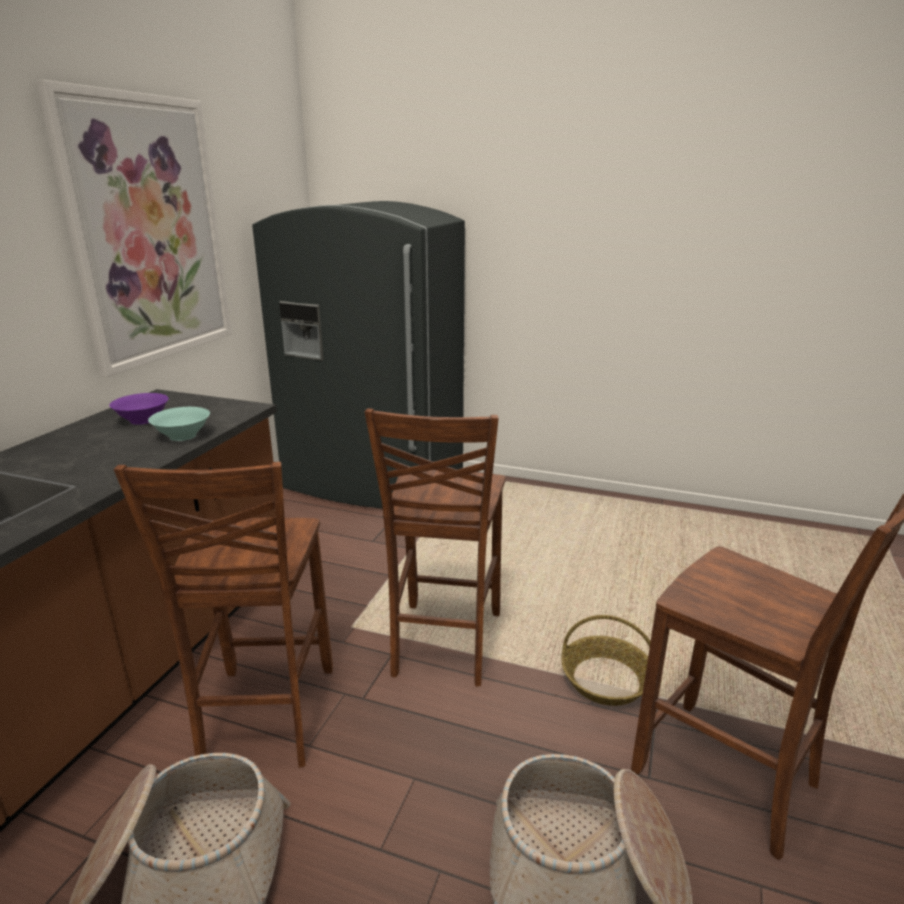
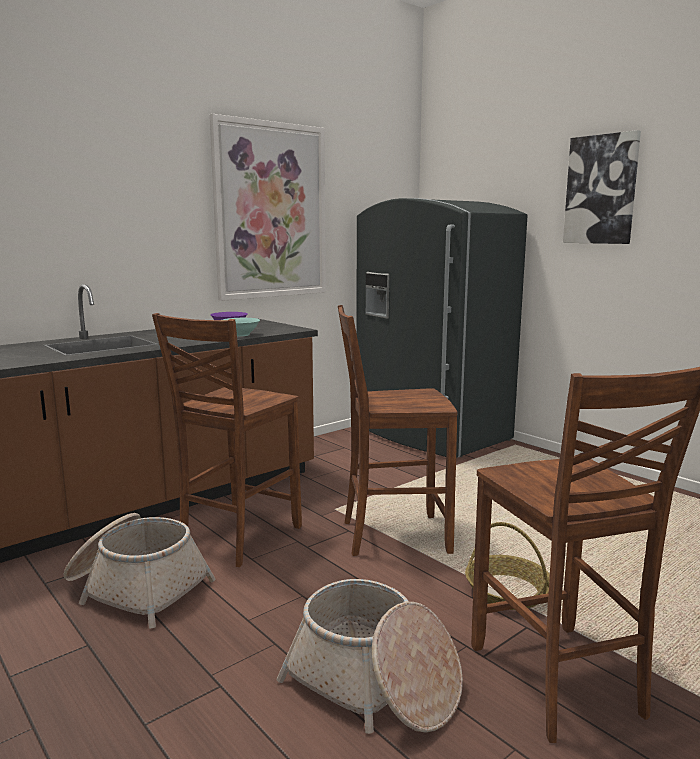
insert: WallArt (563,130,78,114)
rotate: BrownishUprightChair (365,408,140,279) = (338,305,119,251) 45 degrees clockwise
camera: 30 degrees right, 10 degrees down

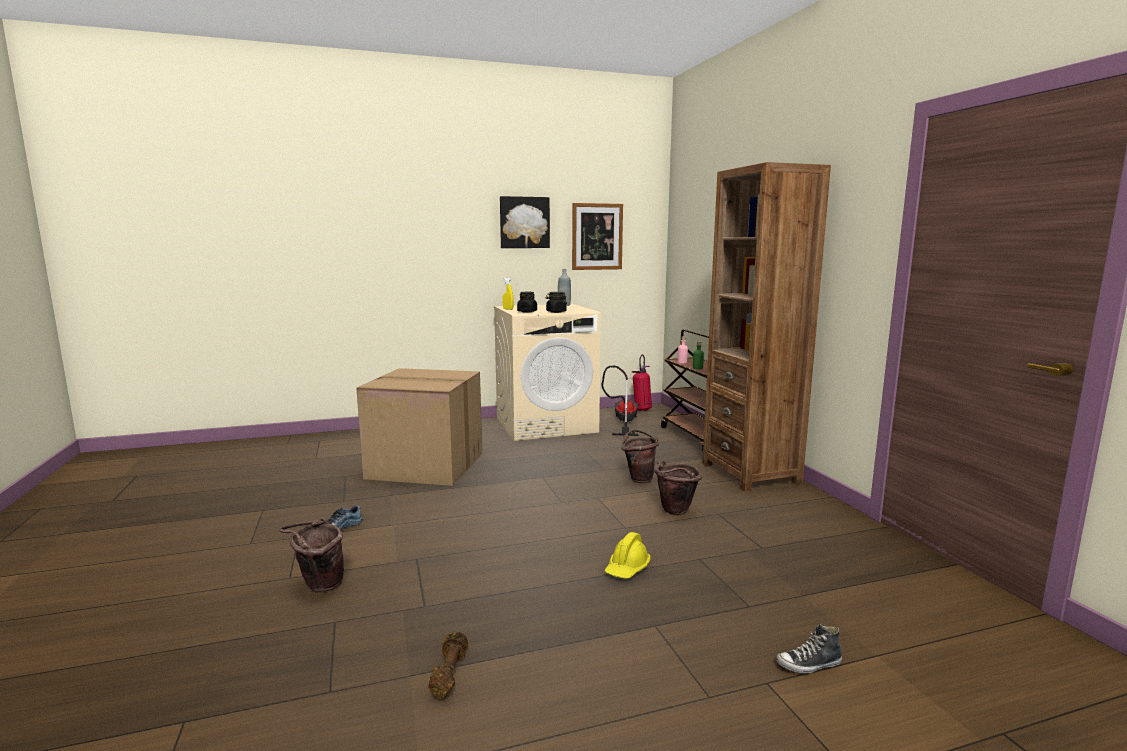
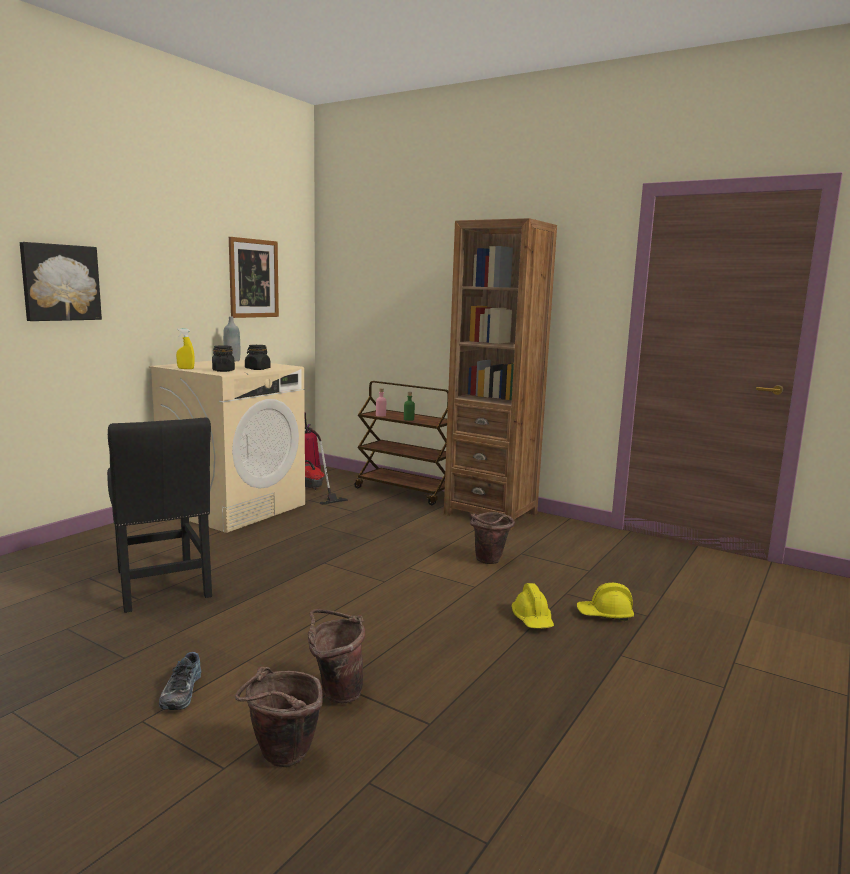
delete: BrownishDumbbell (428,632,41,68); ItemOfFootwear (776,623,66,51)
insert: YellowColouredHardHat (577,583,57,38)
move: WallArt (500,196,50,52) to (20,242,82,79); BrownishPail (622,430,37,53) to (308,609,57,95)
replace: CardboardBox (356,368,126,118) to BlackUprightChair (107,418,105,195)
camera: 40 degrees left, 0 degrees up

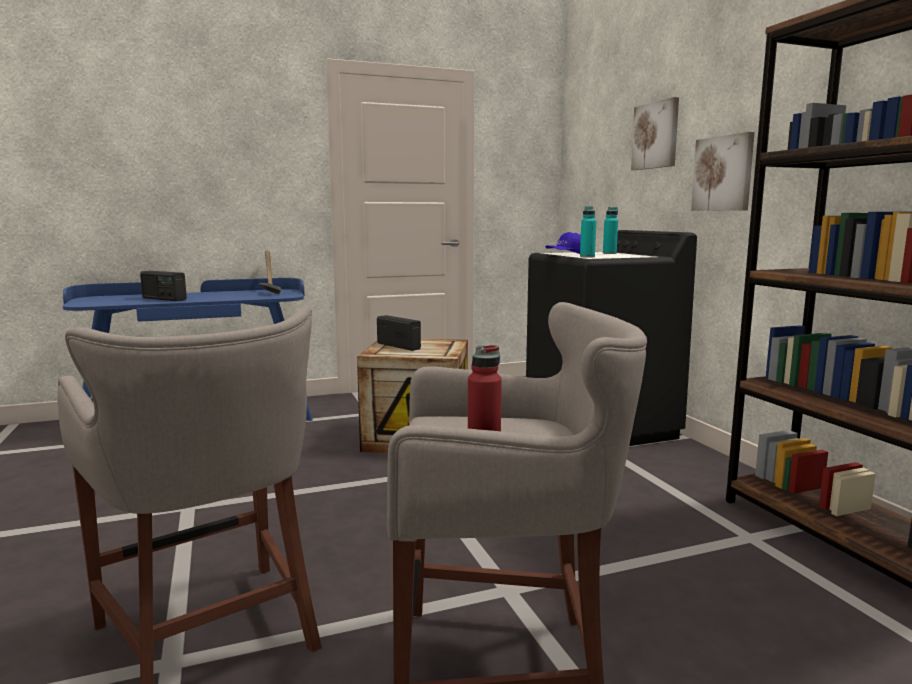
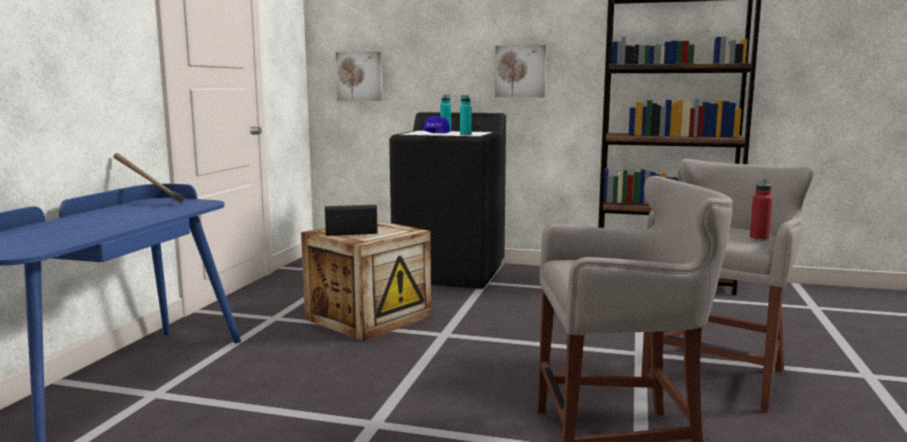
delete: RadioReceiver (140,271,47,30)
move: WallArt (631,97,48,73) to (336,52,47,49)
camera: 55 degrees left, 0 degrees up

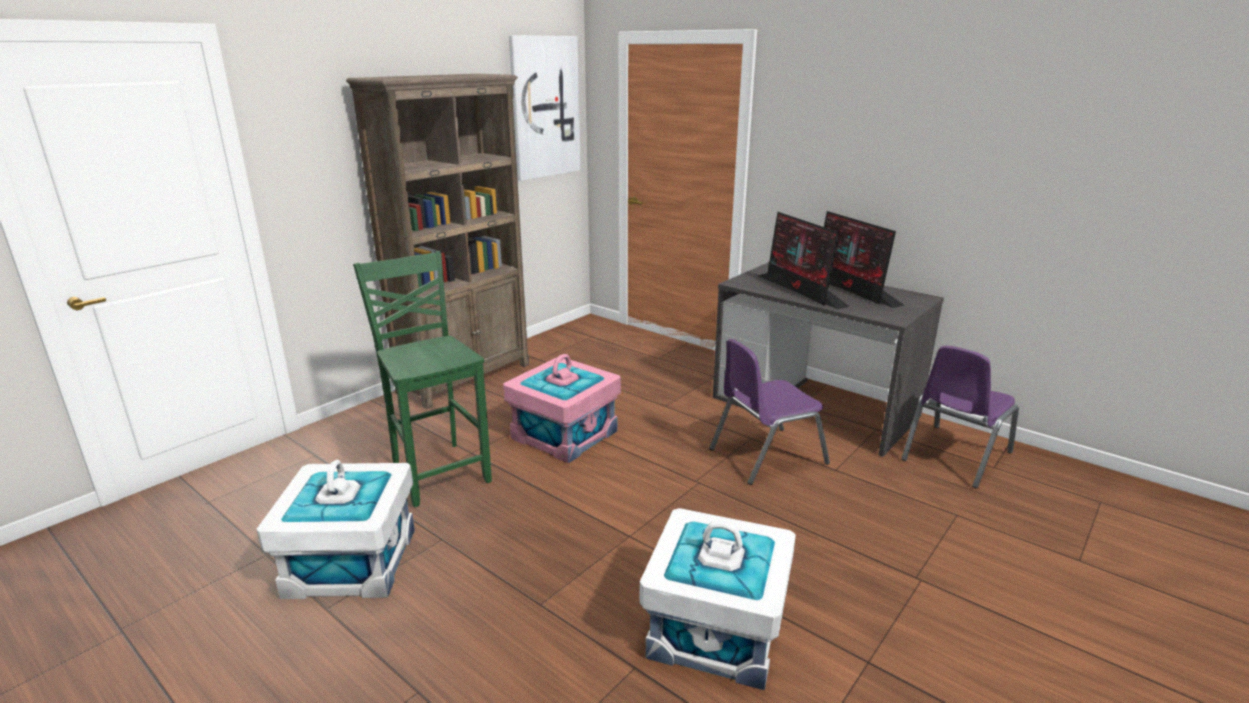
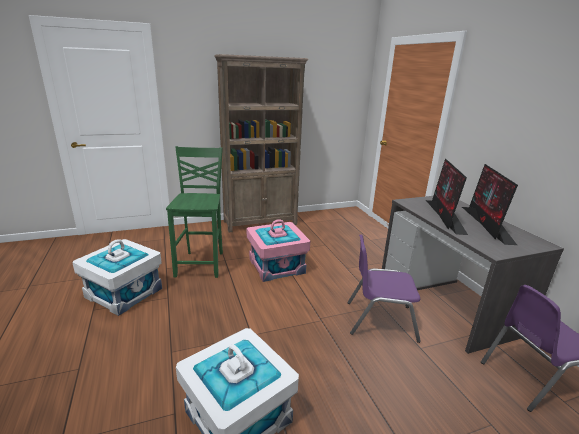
delete: WallArt (509,35,72,146)
camera: 30 degrees right, 0 degrees up

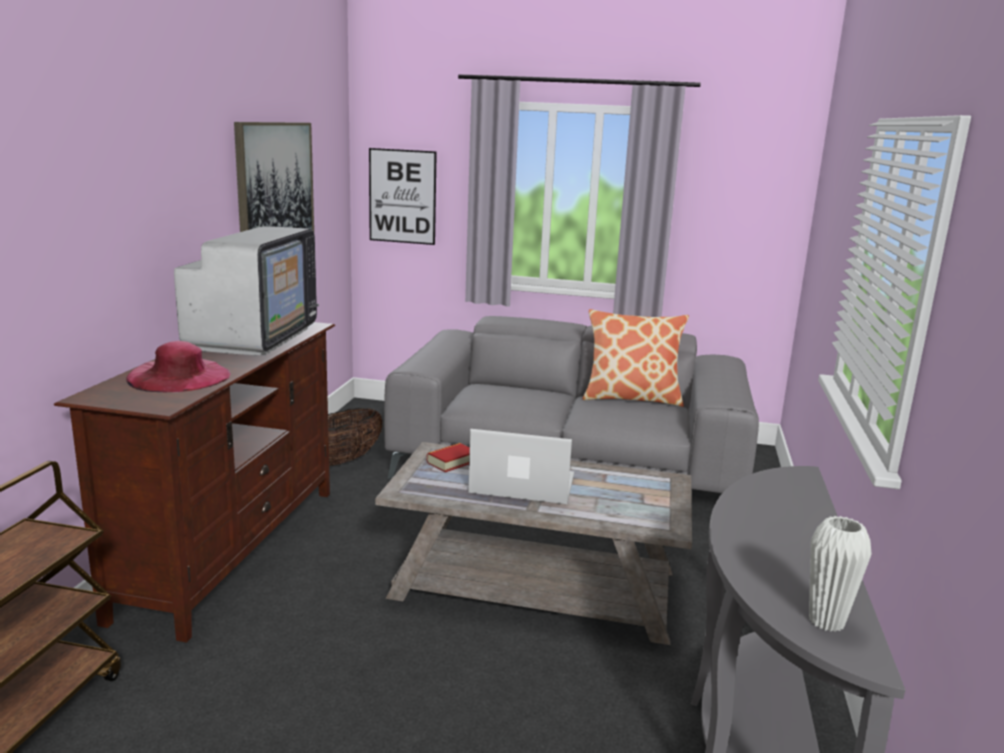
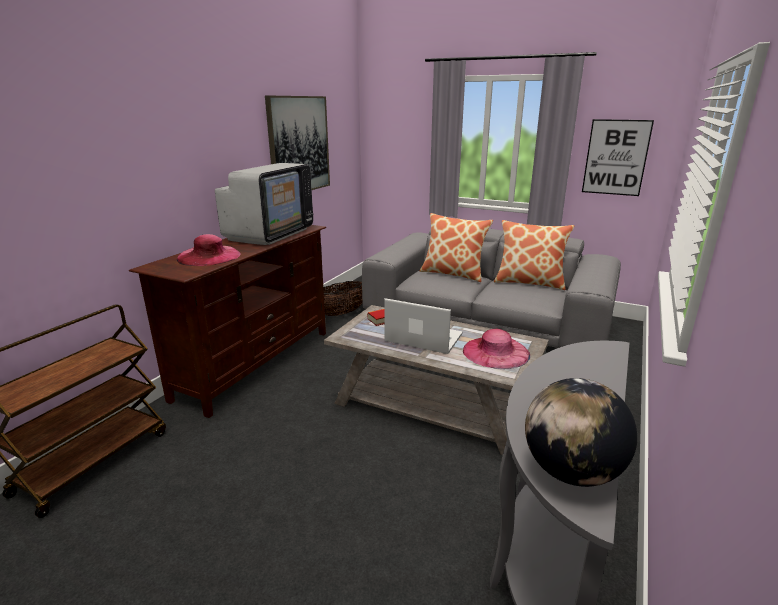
insert: Cushion (420,213,73,69); PinkWearableHat (463,329,67,40)
move: WallArt (369,148,68,97) to (582,119,72,77)
replace: WhiteColouredFlowerVase (809,516,63,116) to WorldGlobe (525,378,112,109)
camera: 15 degrees right, 5 degrees up

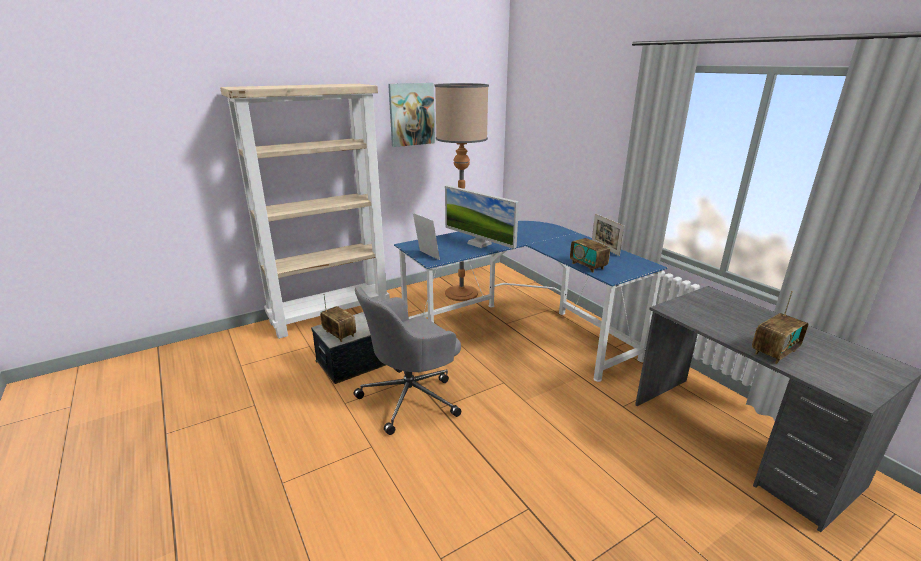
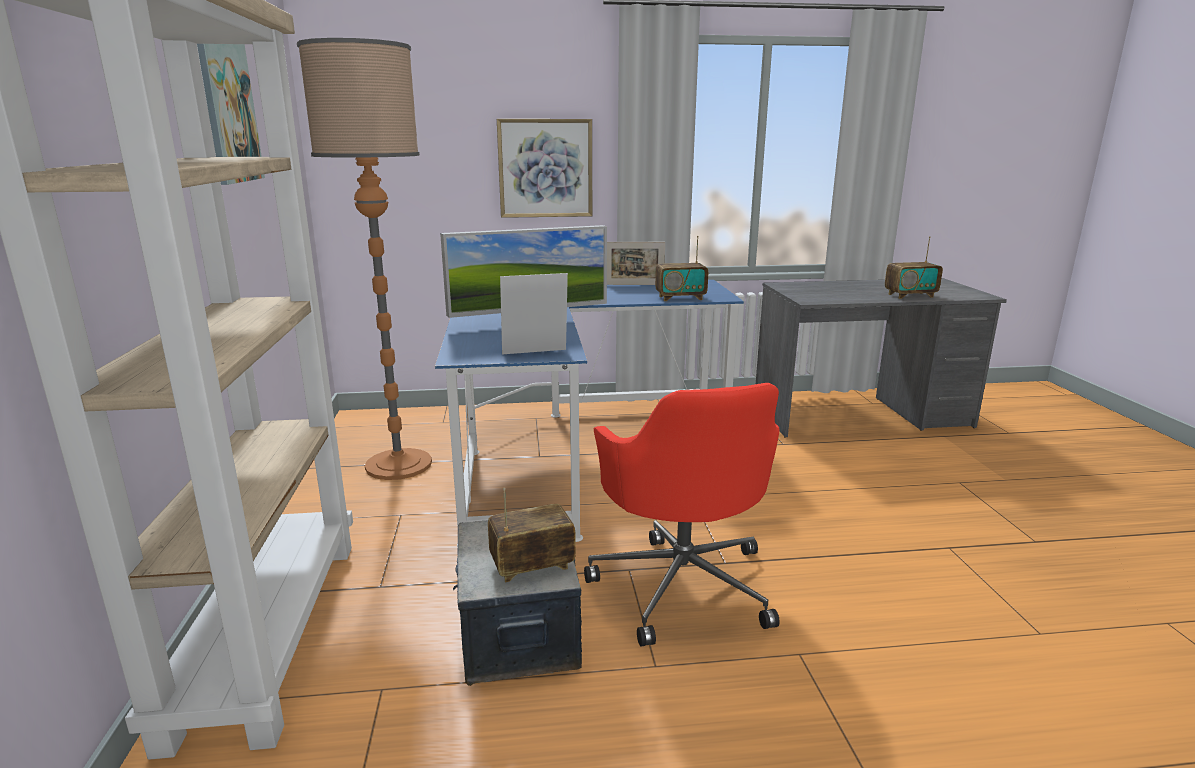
insert: WallArt (497,119,95,99)
recolor: GrayComputerChair (354,286,107,149) to RedComputerChair (584,383,196,264)
rotate: RadioReceiver (752,291,57,73) = (885,236,58,63) 90 degrees clockwise
camera: 65 degrees left, 5 degrees down

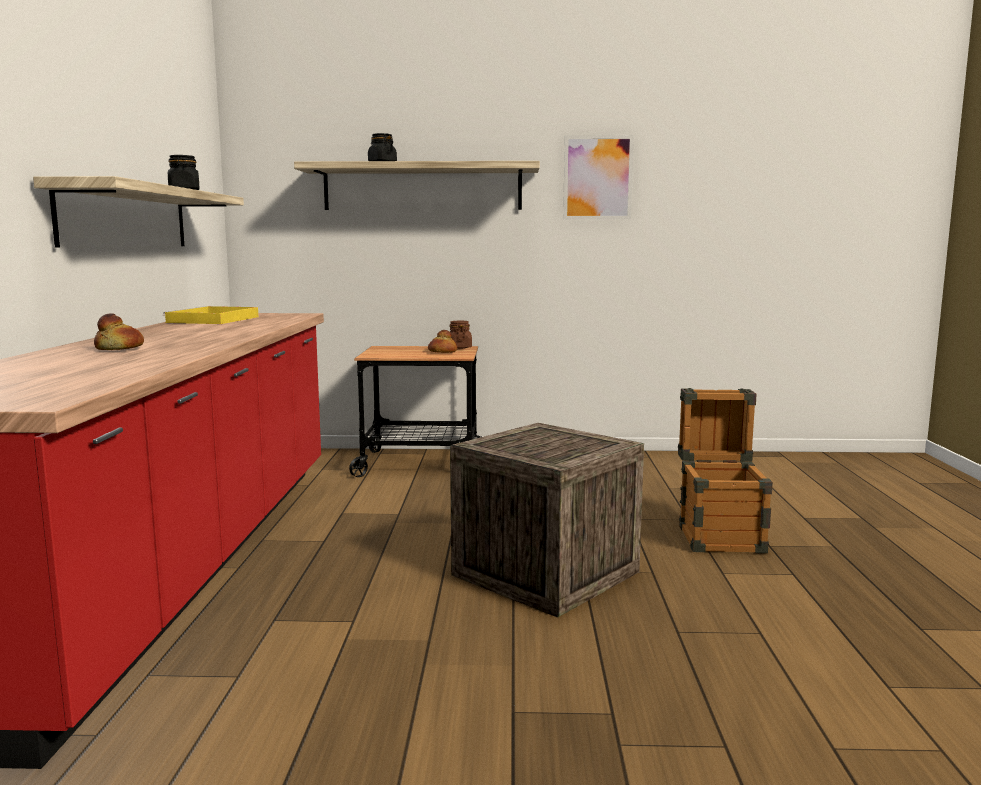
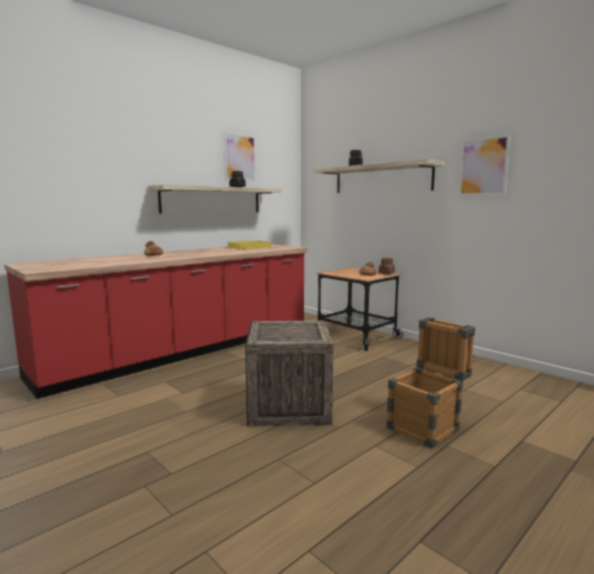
insert: WallArt (224,132,32,50)
camera: 45 degrees right, 0 degrees up

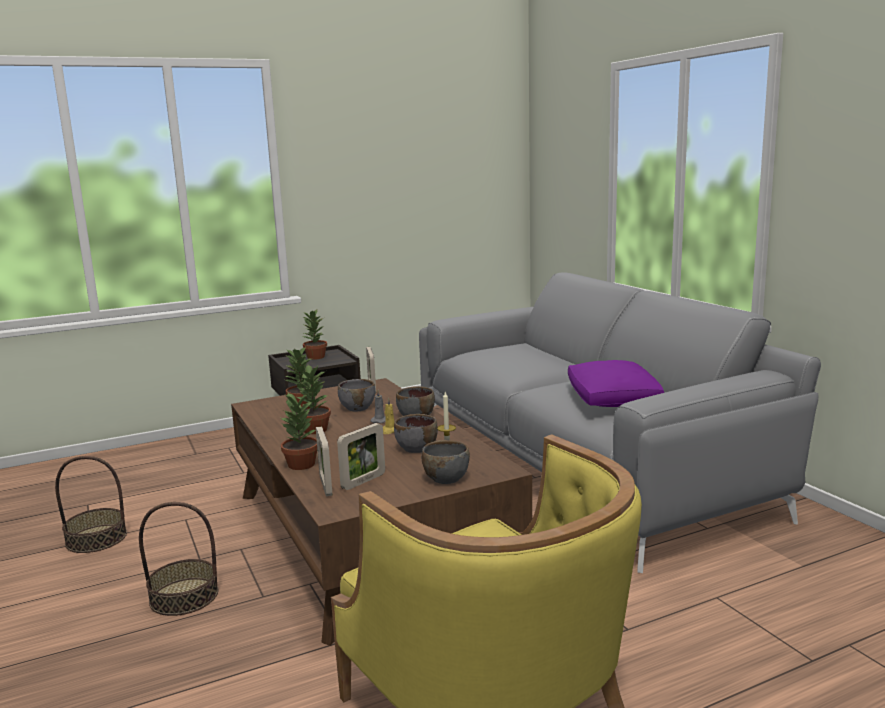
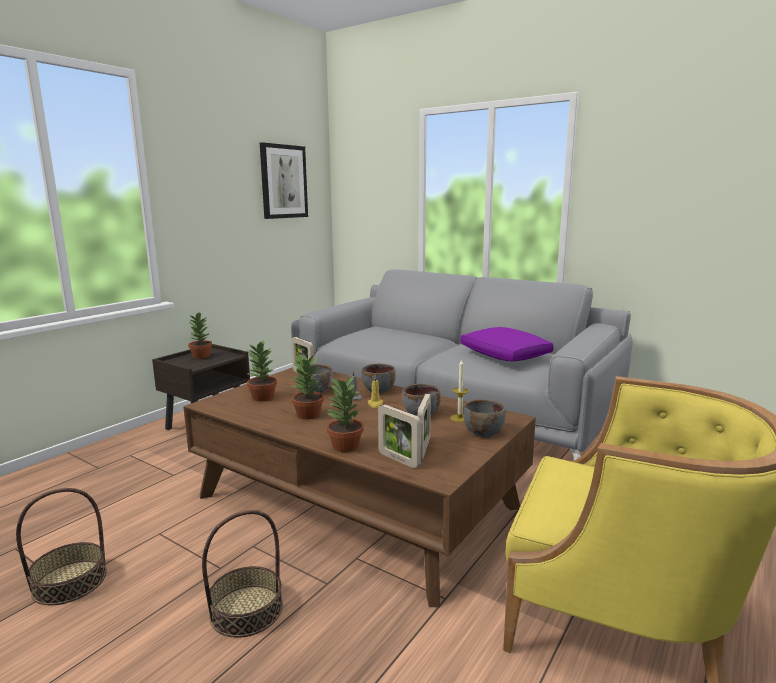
insert: WallArt (260,142,48,77)
camera: 30 degrees left, 0 degrees up

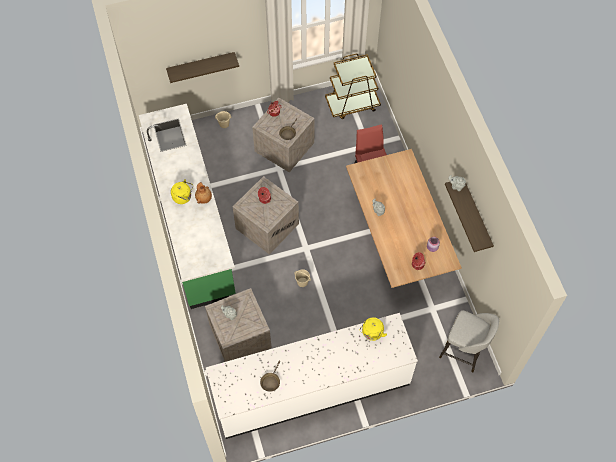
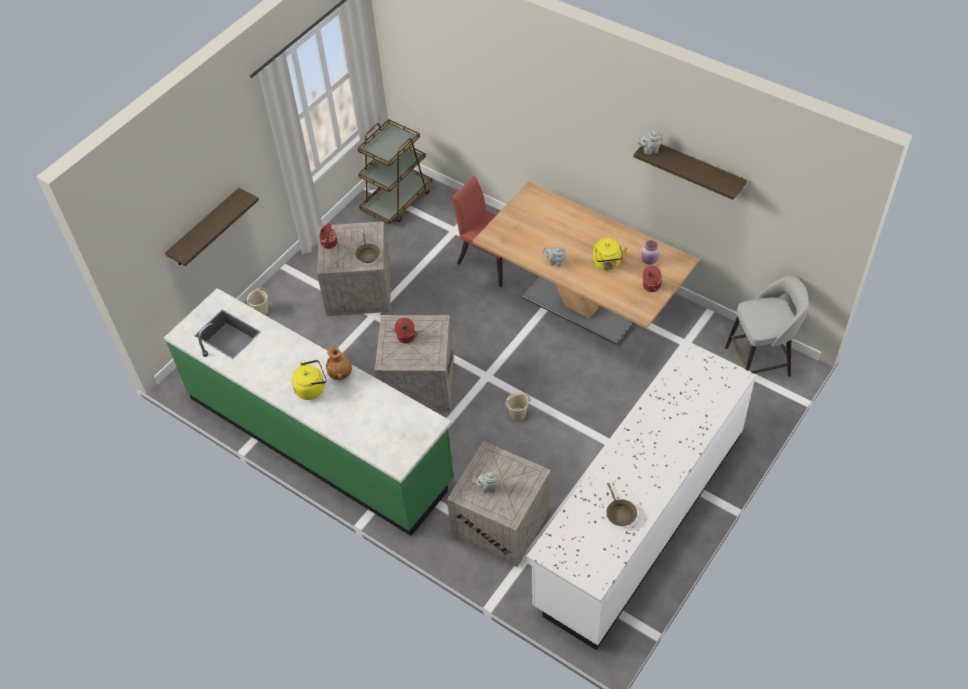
move: YellowColouredTeaKettle (360,317,27,24) to (593,238,34,33)
camera: 35 degrees left, 10 degrees down

